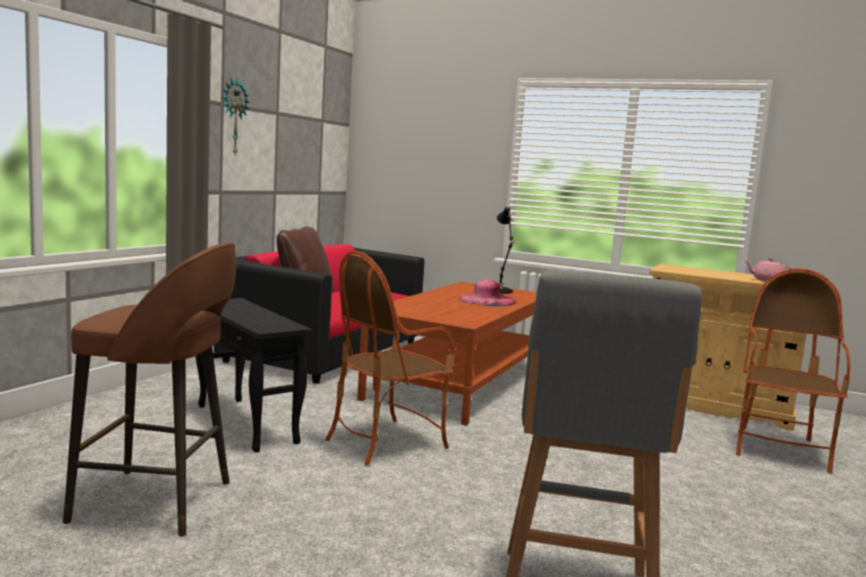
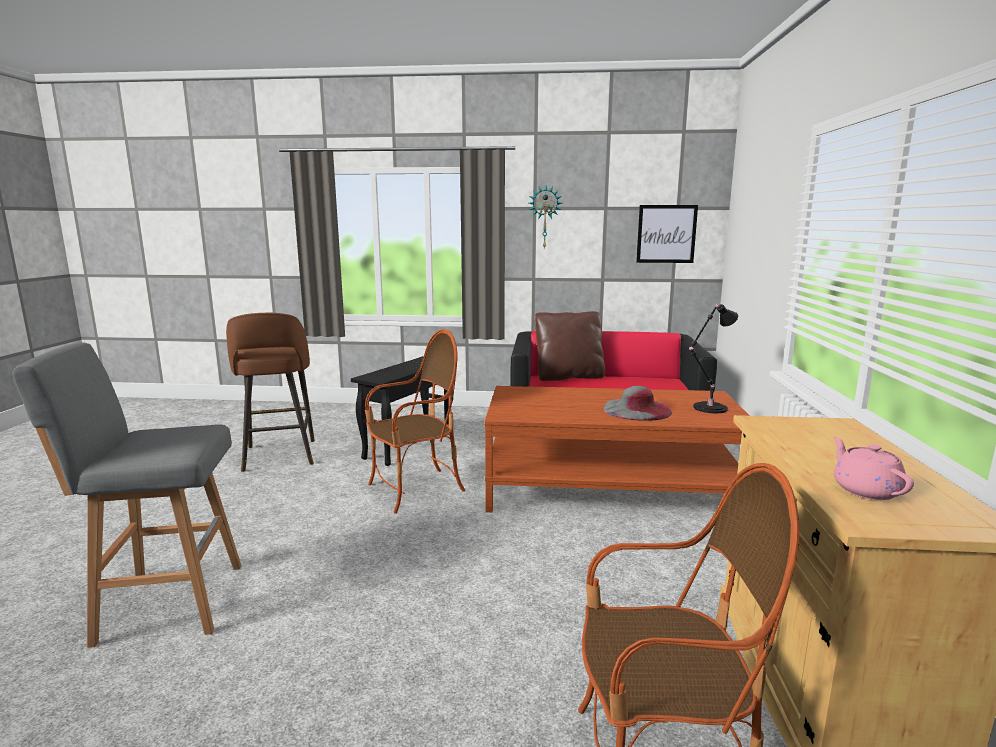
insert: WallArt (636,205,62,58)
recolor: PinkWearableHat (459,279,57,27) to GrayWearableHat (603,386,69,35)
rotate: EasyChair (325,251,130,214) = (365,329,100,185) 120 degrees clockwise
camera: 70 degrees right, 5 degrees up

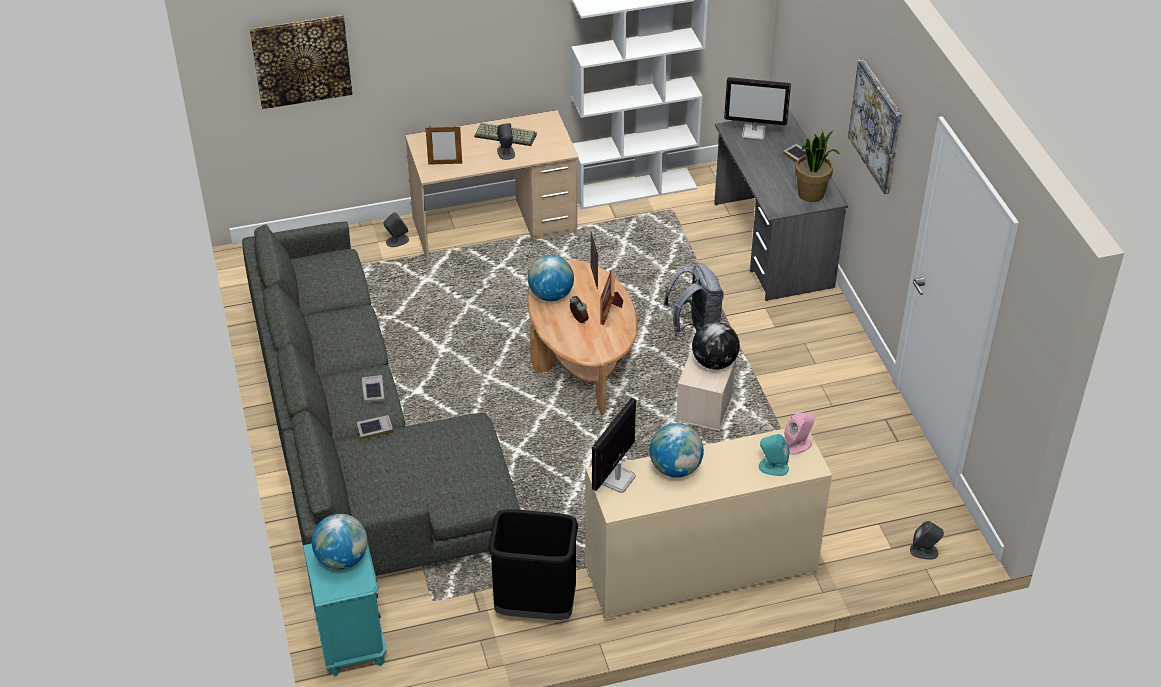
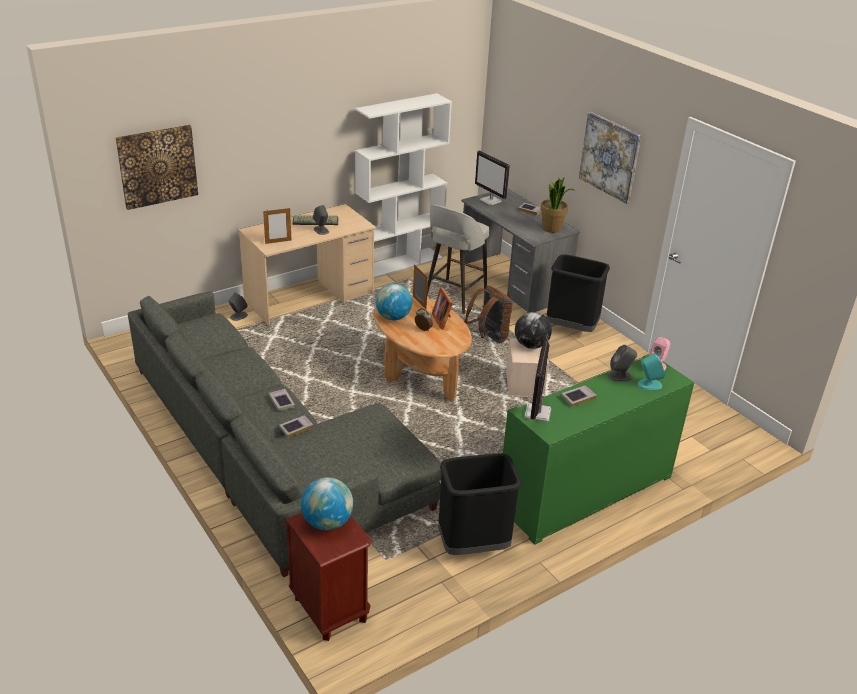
insert: GrayStool (427,204,63,110); BlackRubbishBin (546,254,64,78)
move: GrayLoudspeaker (910,521,34,39) to (608,345,29,36)
replace: WorldGlobe (650,423,54,55) to Book (561,386,36,21)
recolor: BlueGreenBedsideTable (303,544,84,132) to BrownishBedsideTable (285,513,86,128); GrayBackpack (664,263,60,70) to BrownishBackpack (464,285,49,58); BeigeColouredStorageCabinet (585,428,247,193) to GreenColouredStorageCabinet (503,354,192,191)
rotate: ComputerDisplay (724,77,67,63) = (475,151,35,54) 60 degrees clockwise
camera: 20 degrees left, 10 degrees down

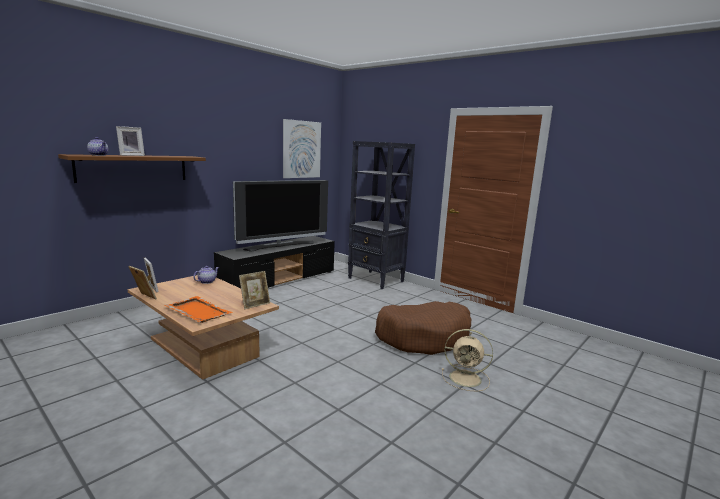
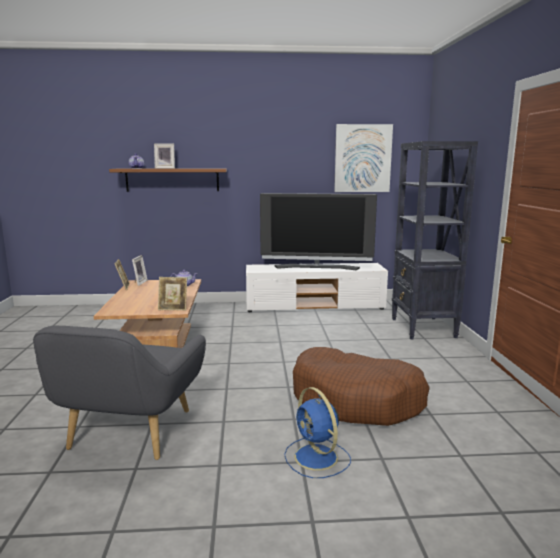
delete: OrangeyServingTray (165,296,68,27)
insert: GrayEasyChair (33,325,173,135)
recolor: BlackTvUnit (214,236,121,52) to WhiteColouredTvUnit (246,263,142,49); BeigeColouredElectricFan (442,329,51,63) to BlueElectricFan (284,387,67,91)
camera: 45 degrees right, 0 degrees up

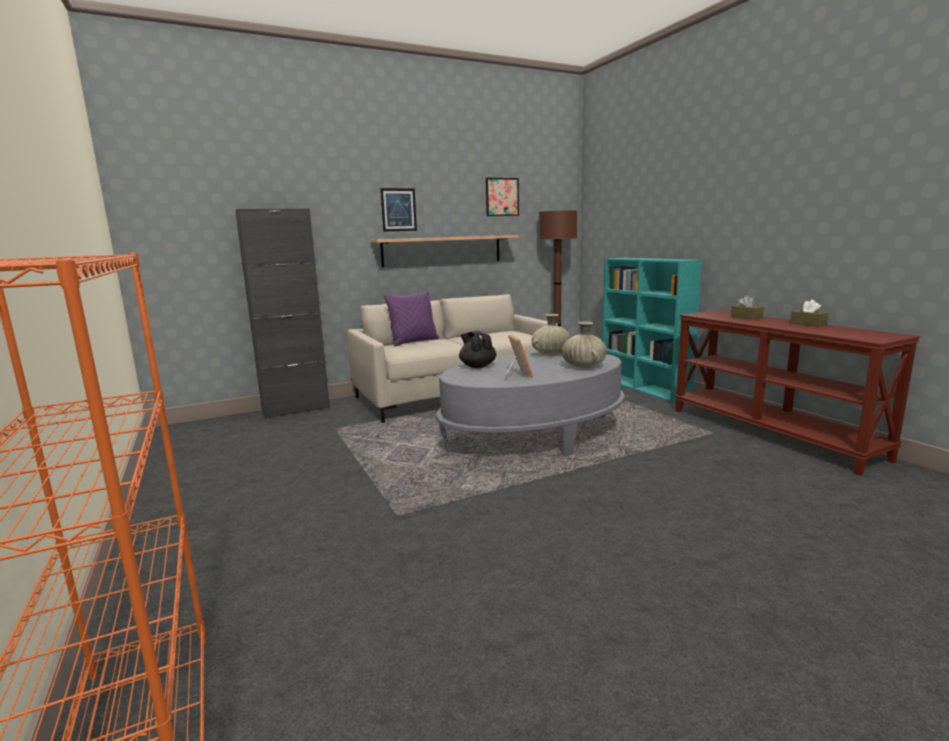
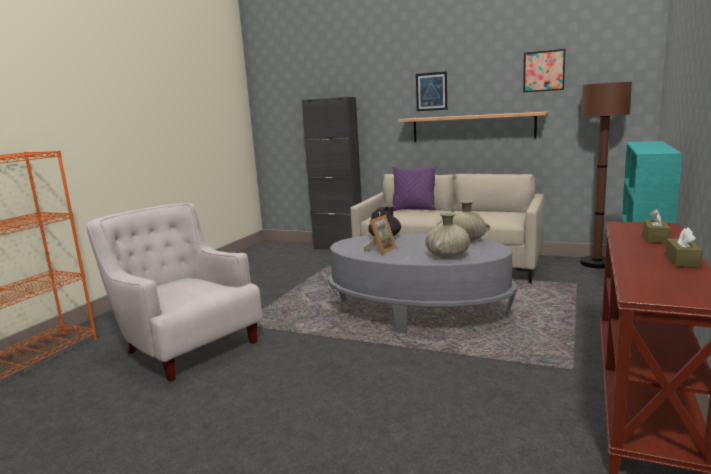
insert: WhiteColouredEasyChair (87,203,176,179)
camera: 50 degrees right, 0 degrees up

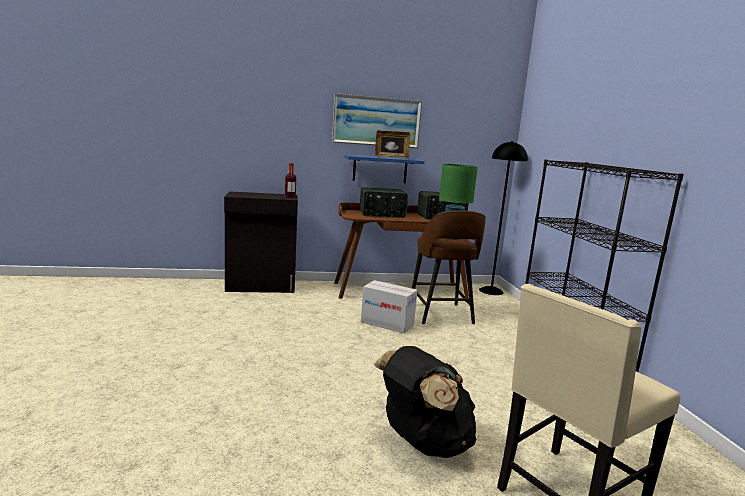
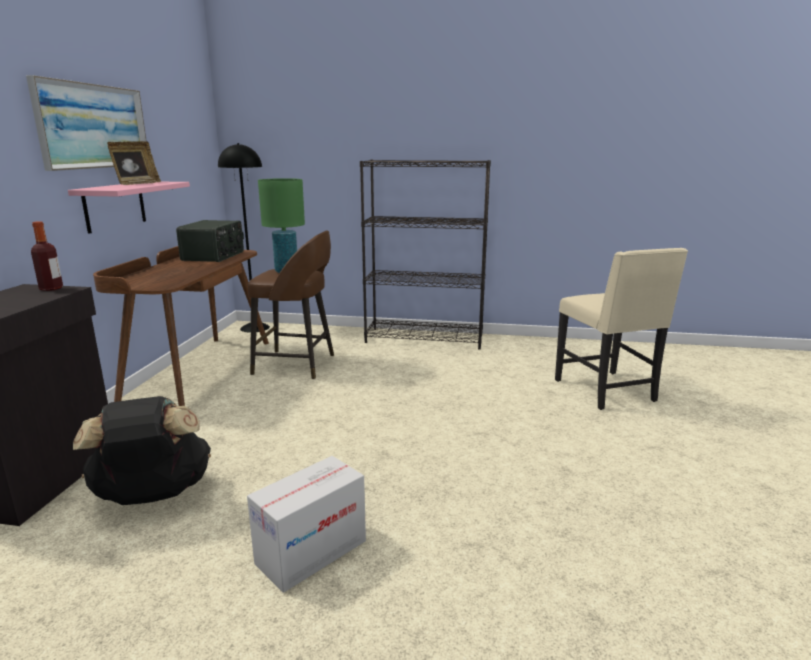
delete: RadioReceiver (360,187,48,31)
move: BlackBackpack (373,346,103,112) to (73,396,138,109); CardboardBox (361,280,56,54) to (247,456,119,137)
recolor: BlueBracketShelf (345,154,80,29) to PinkBracketShelf (68,182,122,52)
camera: 70 degrees left, 5 degrees up

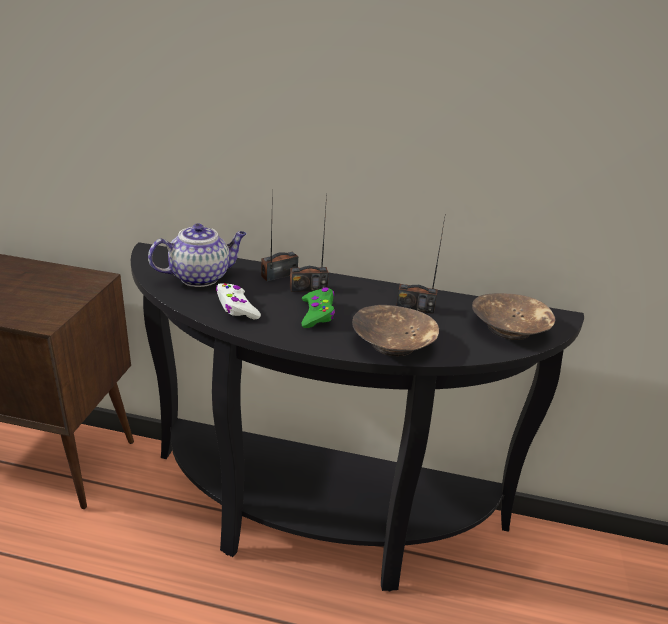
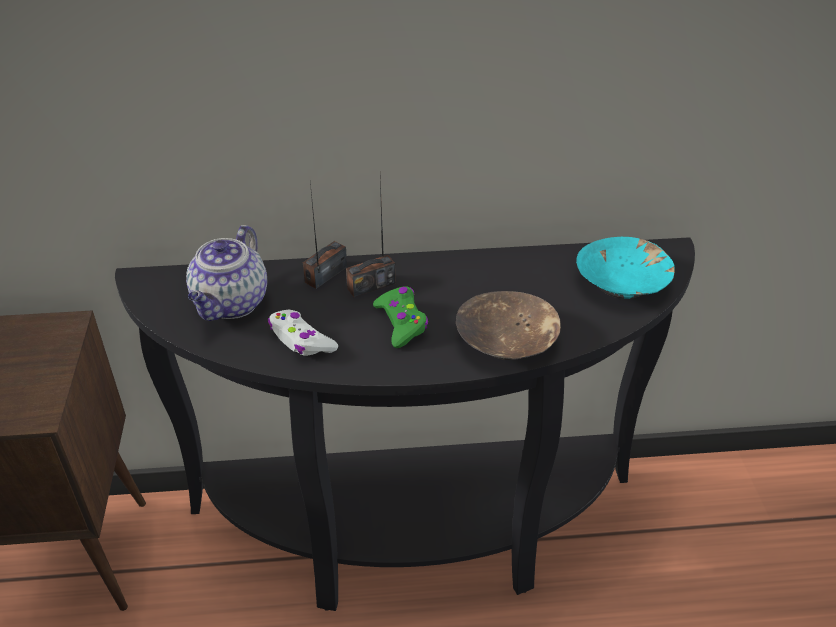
delete: RadioReceiver (396,213,50,101)
recolor: BrownishServingBowl (472,293,83,47) to BlueGreenServingBowl (576,237,99,62)
rotate: PotForTea (148,223,99,64) = (186,225,81,96) 150 degrees clockwise
camera: 15 degrees left, 10 degrees up

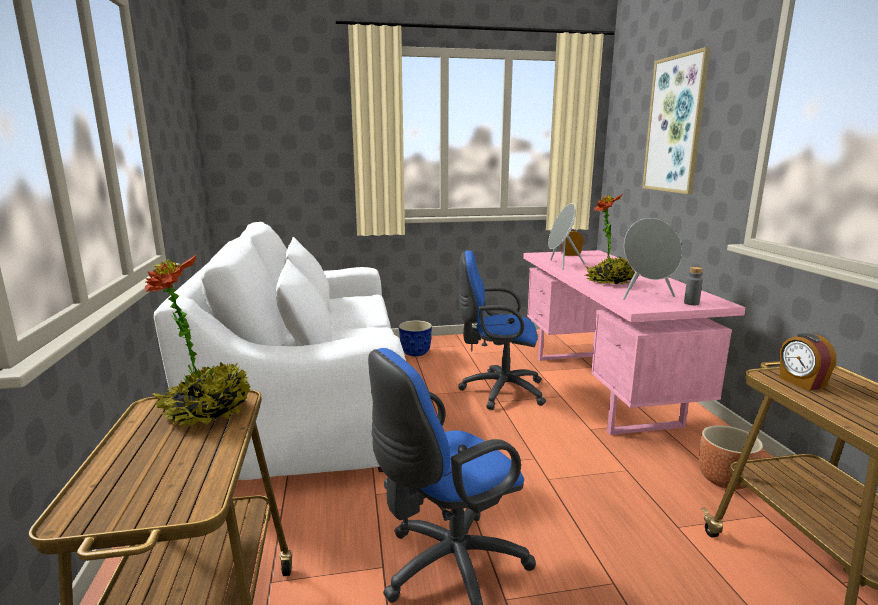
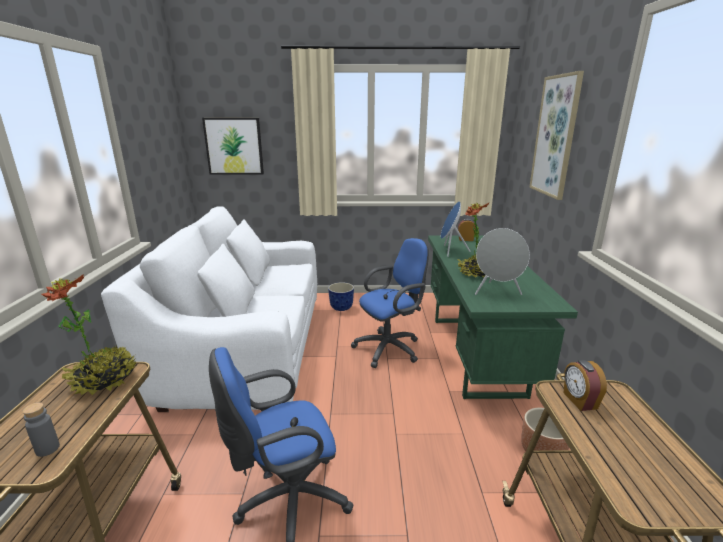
insert: WallArt (202,118,62,57)
move: GrayDrinkBottle (684,267,19,38) to (22,402,38,55)
recolor: PinkDeskUnit (523,250,223,185) to GreenColouredDeskUnit (428,236,150,163); GrayLoudspeaker (548,203,37,67) to BlueLoudspeaker (441,201,30,56)
rotate: BlueComputerChair (458,250,88,160) = (351,238,78,130) 135 degrees clockwise
camera: 10 degrees right, 5 degrees up

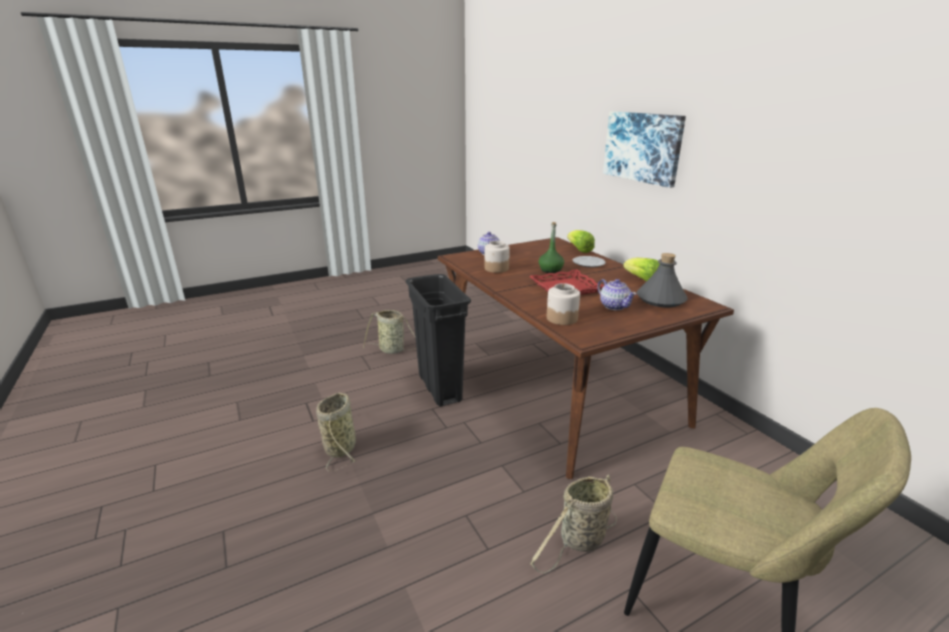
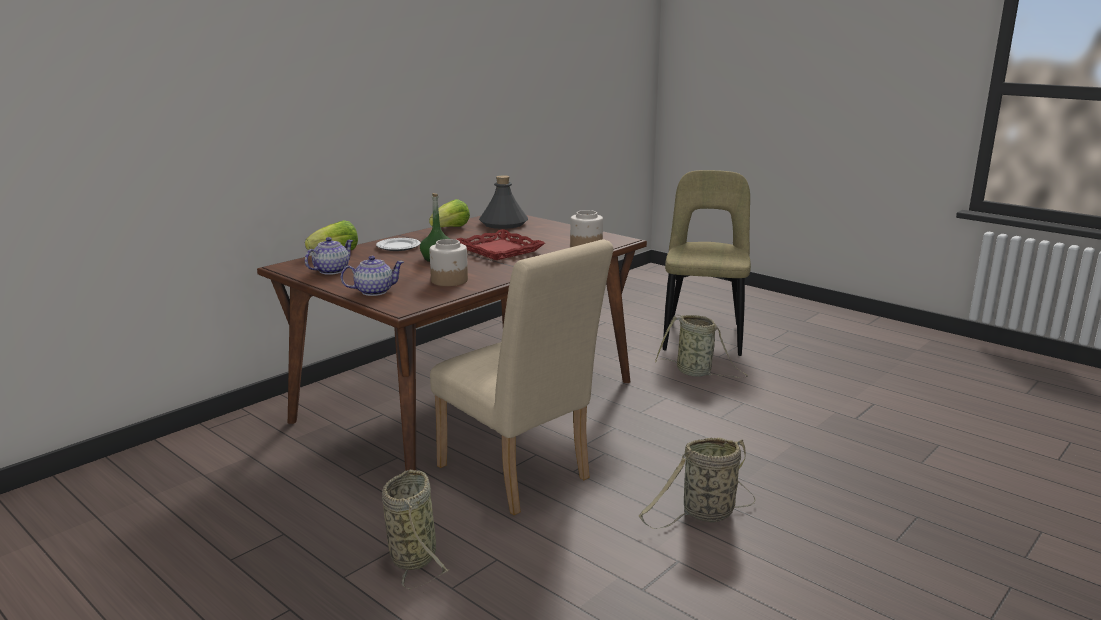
delete: WallArt (603,111,83,77)
move: PotForTea (597,279,39,31) to (305,237,49,38)
replace: BlackRubbishBin (406,274,65,133) to BeigeColouredUprightChair (430,239,184,276)
camera: 110 degrees left, 5 degrees down

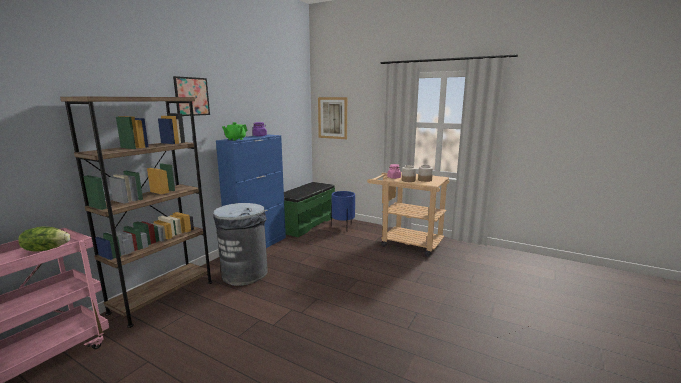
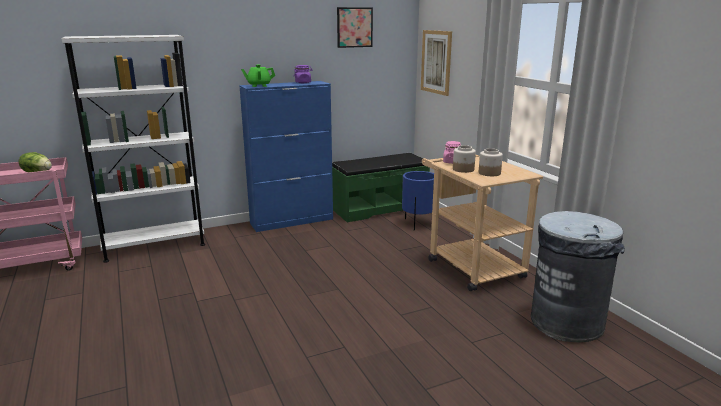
move: WallArt (173,76,37,40) to (337,7,36,41); GrayRubbishBin (213,203,55,83) to (531,211,94,131)
recolor: BrownishShelvingUnit (60,96,152,232) to WhiteColouredShelvingUnit (62,35,143,228)
camera: 35 degrees right, 5 degrees up

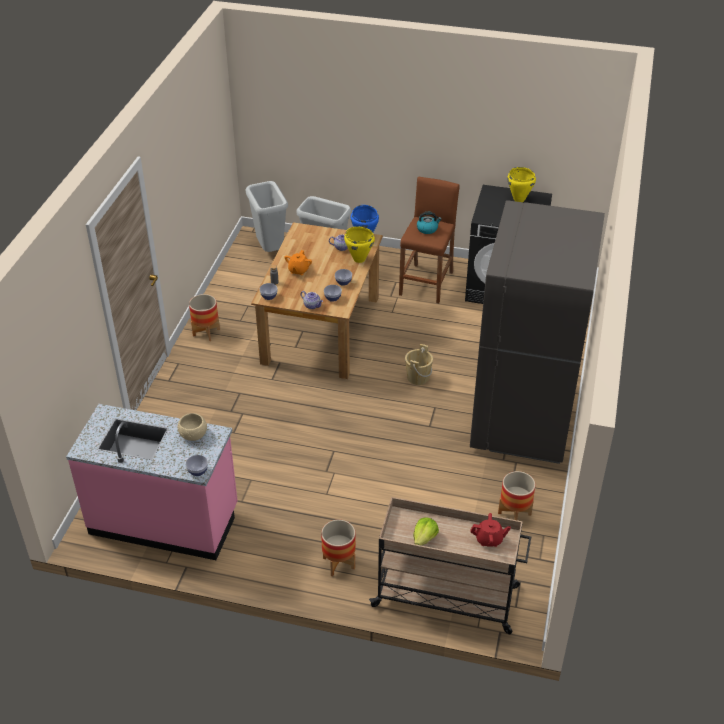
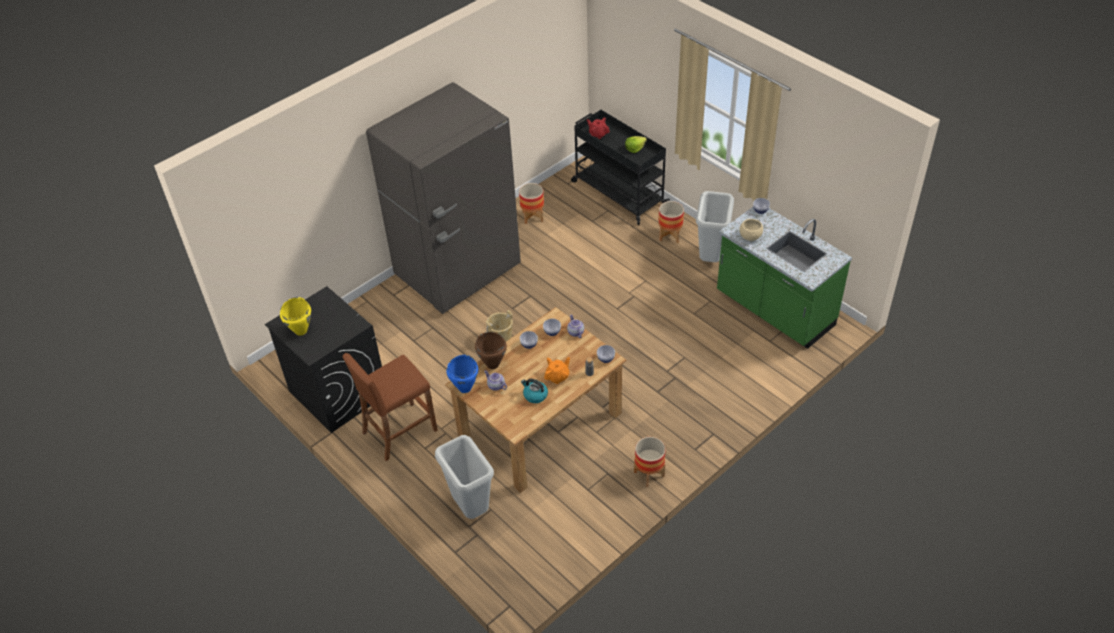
move: TeaKettle (417,212,25,22) to (521,379,27,24); GrayRubbishBin (246,181,42,71) to (696,191,38,71)
recolor: YellowColouredStockpot (344,227,31,36) to BrownishStockpot (475,332,32,37); BeigeColouredTrolley (369,497,162,137) to BlackTrolley (571,110,99,115); PinkKitchenBaseUnit (66,404,172,156) to GreenColouredKitchenBaseUnit (717,207,135,142)
camera: 145 degrees left, 5 degrees up

